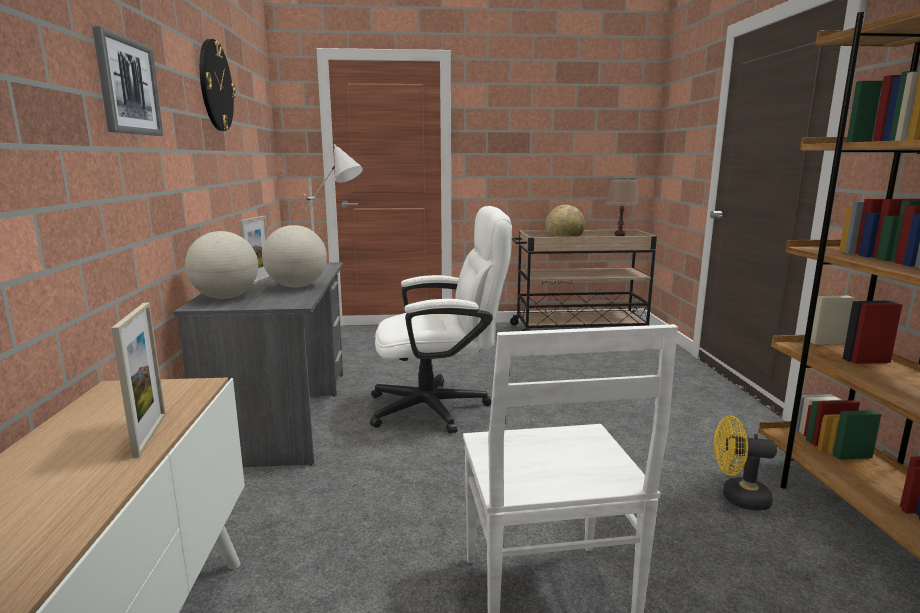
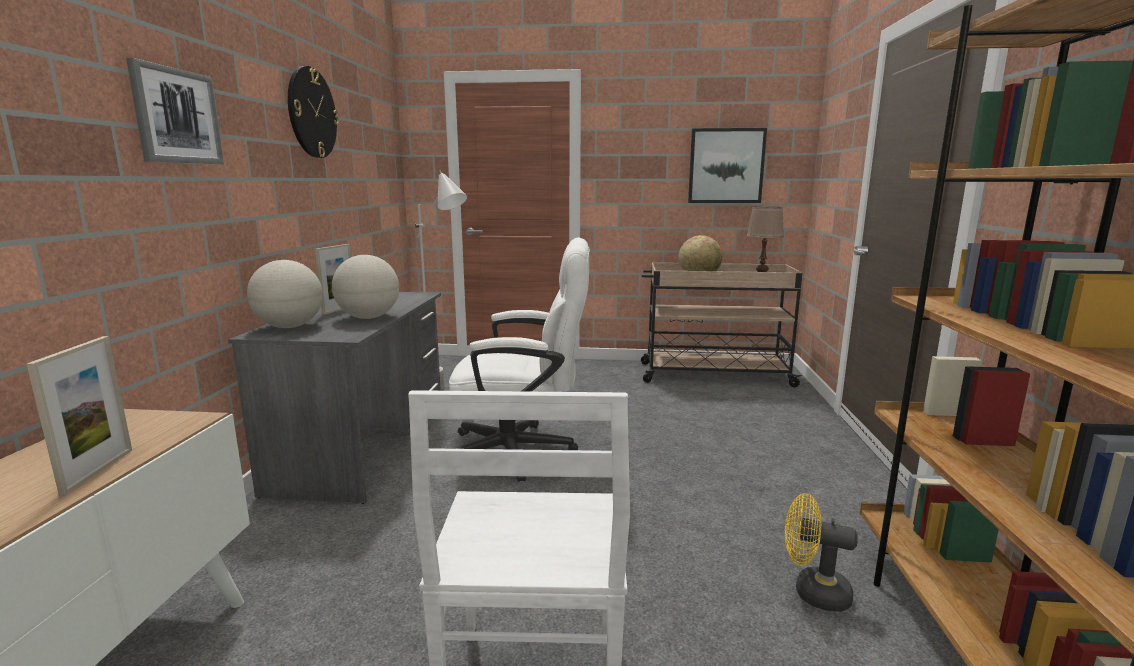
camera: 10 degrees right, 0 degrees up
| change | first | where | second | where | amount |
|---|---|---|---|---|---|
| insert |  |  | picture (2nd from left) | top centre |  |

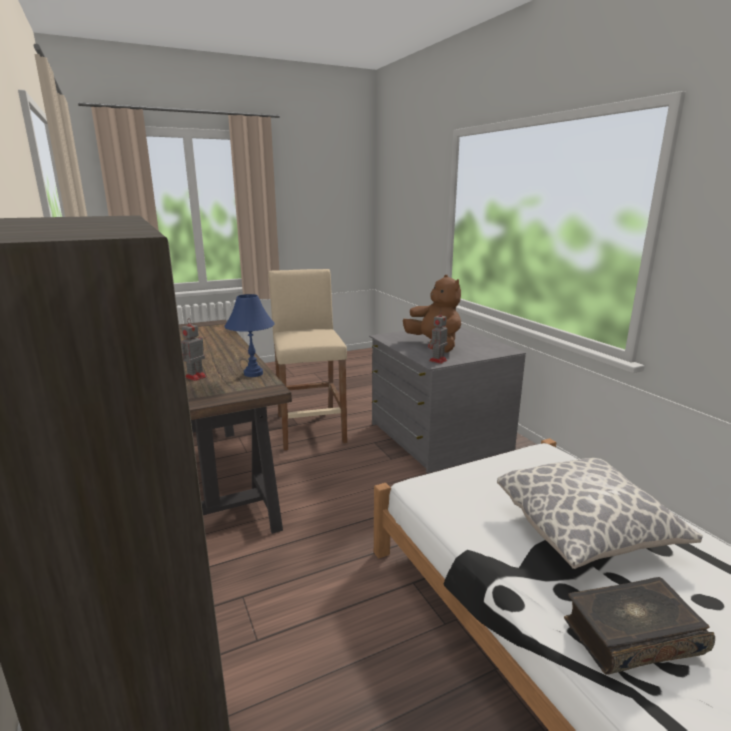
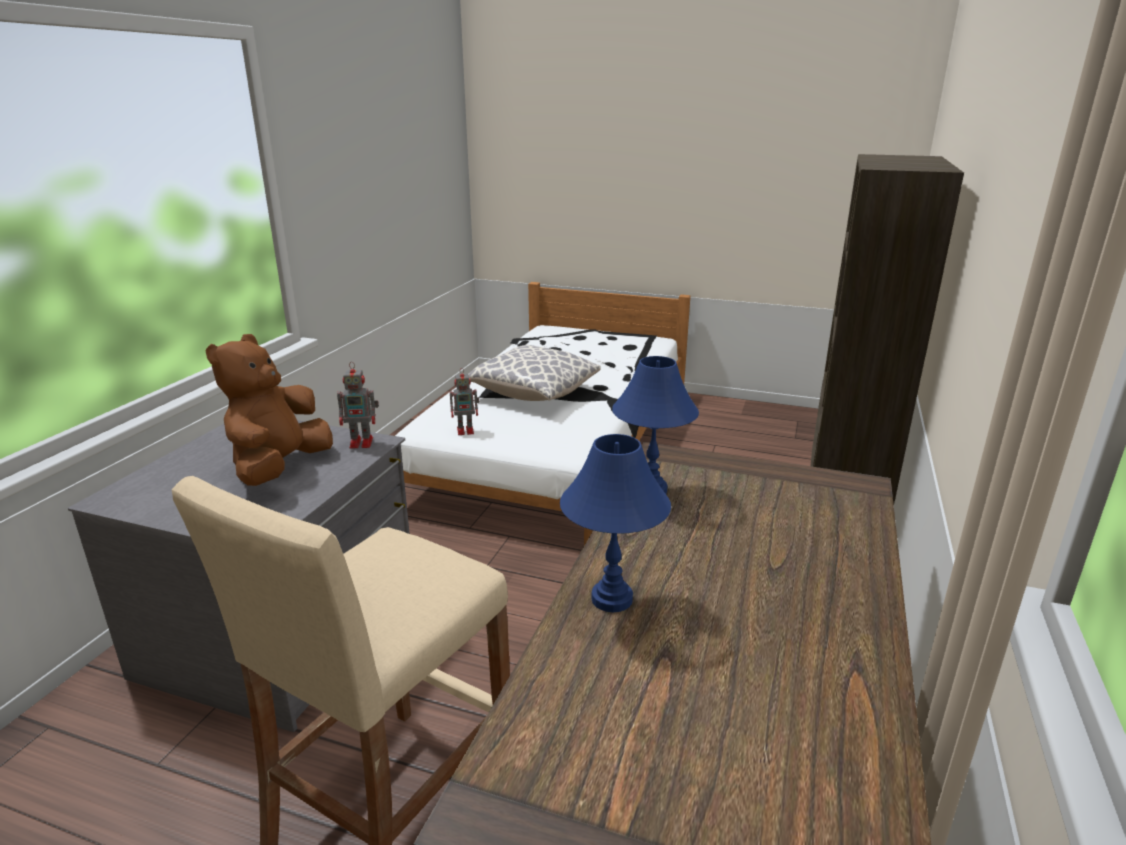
camera: 135 degrees left, 5 degrees up
| change | first | where | second | where | amount |
|---|---|---|---|---|---|
| delete | book | bottom right |  |  |  |
| insert |  |  | blue table lamp (1st from left) | centre |  |
| move | toy robot (1st from left in the first image) | middle left | toy robot (2nd from left) | centre |  |

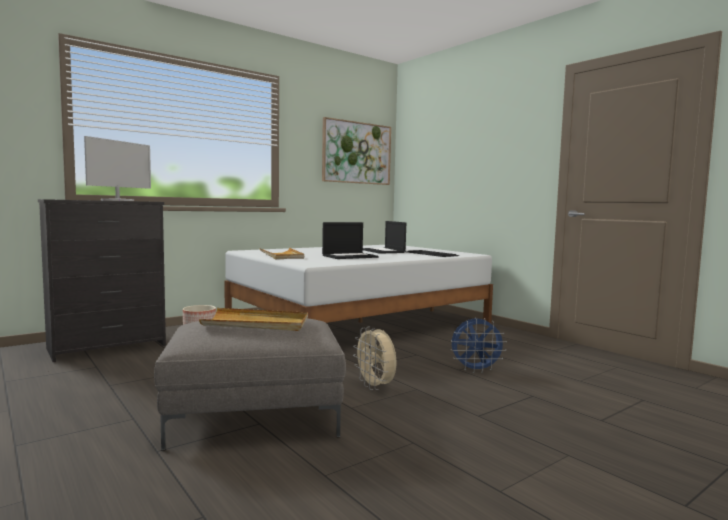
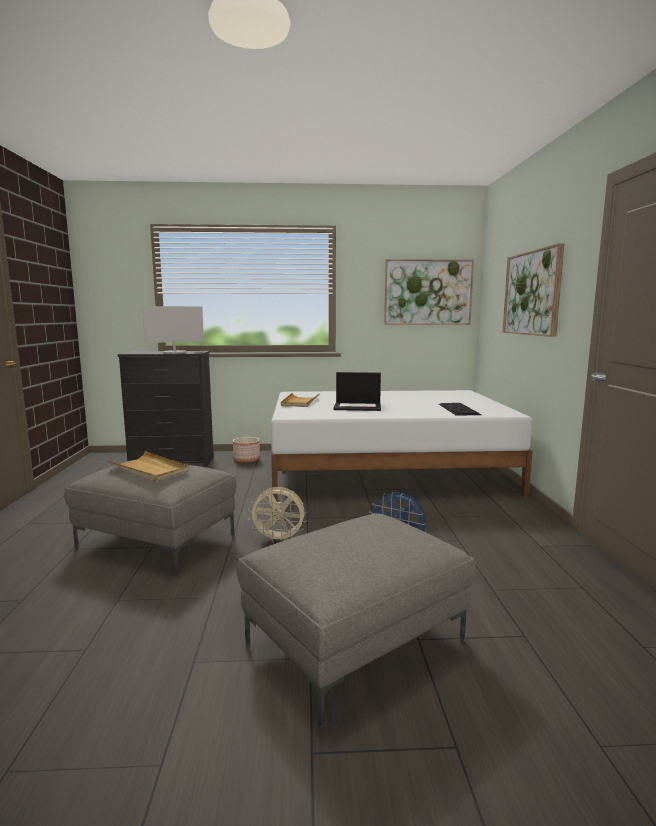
camera: 35 degrees right, 5 degrees up
| change | first | where | second | where | amount |
|---|---|---|---|---|---|
| delete | laptop (2nd from left) | centre |  |  |  |
| insert |  |  | grey ottoman (2nd from left) | bottom centre |  |
| insert |  |  | picture (2nd from left) | middle right |  |
| rotate | beige fan | bottom centre |  | centre | 90 degrees counterclockwise |

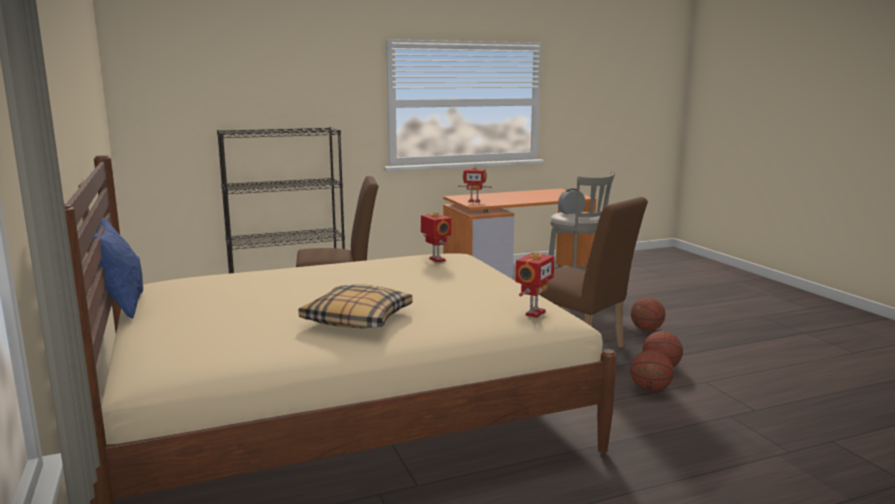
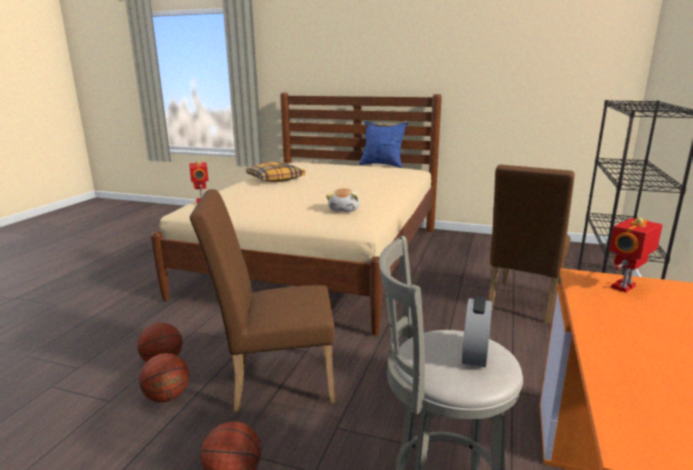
camera: 130 degrees right, 5 degrees up
| change | first | where | second | where | amount |
|---|---|---|---|---|---|
| replace | toy robot (1st from left) | centre | plush toy | centre |  |

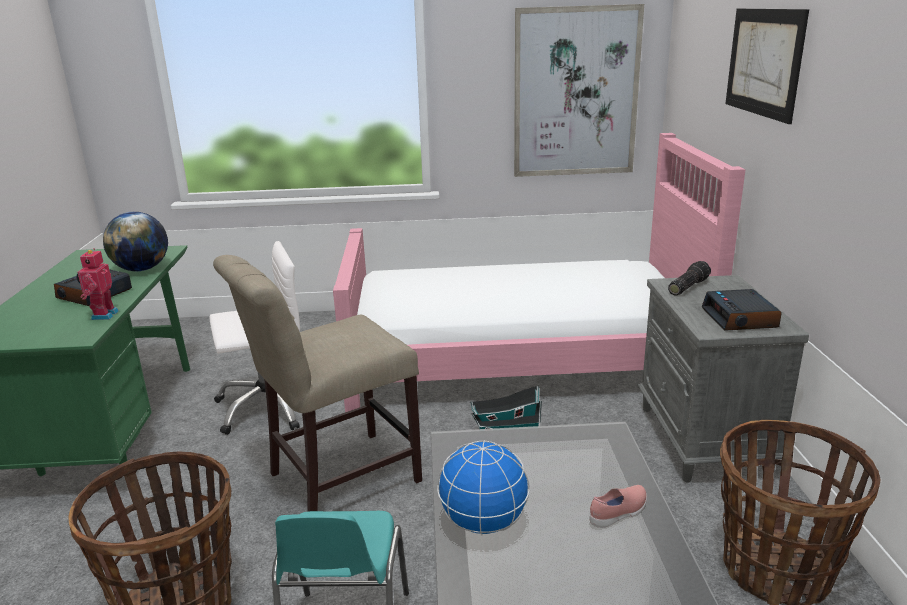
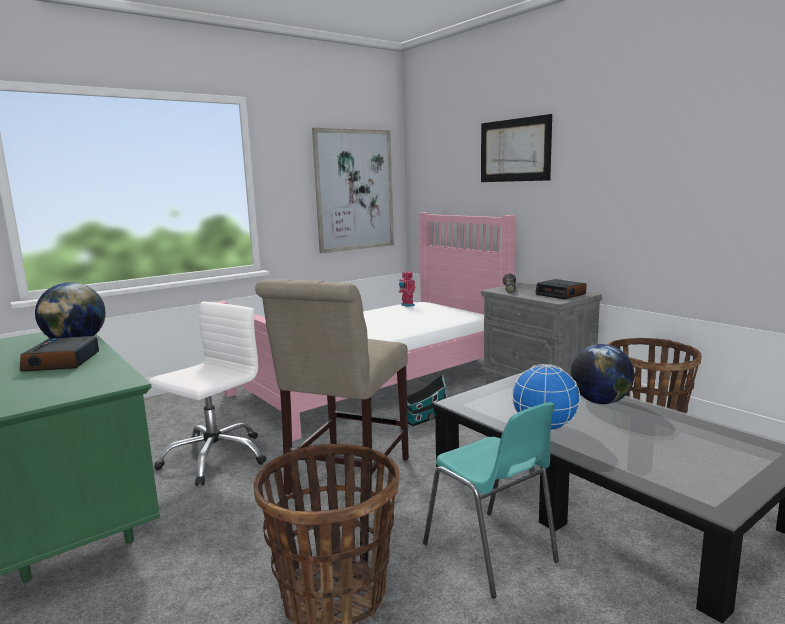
camera: 35 degrees left, 10 degrees down
| change | first | where | second | where | amount |
|---|---|---|---|---|---|
| move | toy robot | middle left |  | centre |  |
| replace | pink shoe | bottom right | globe (3rd from left) | middle right |  |

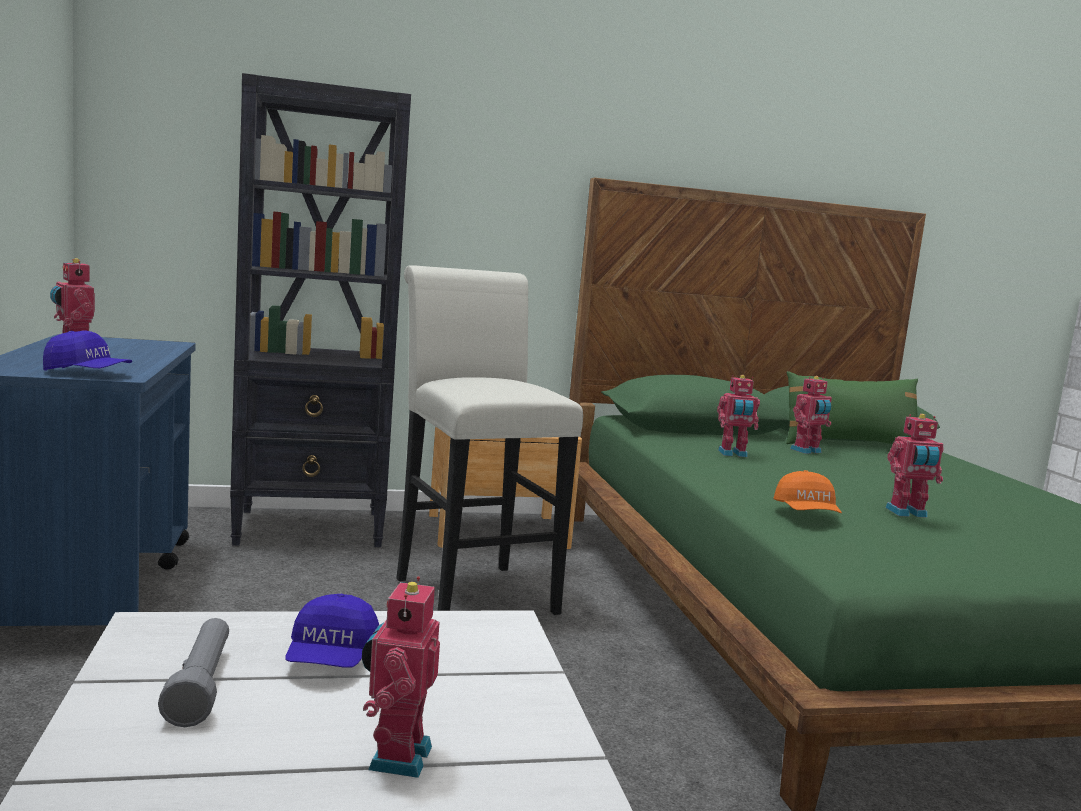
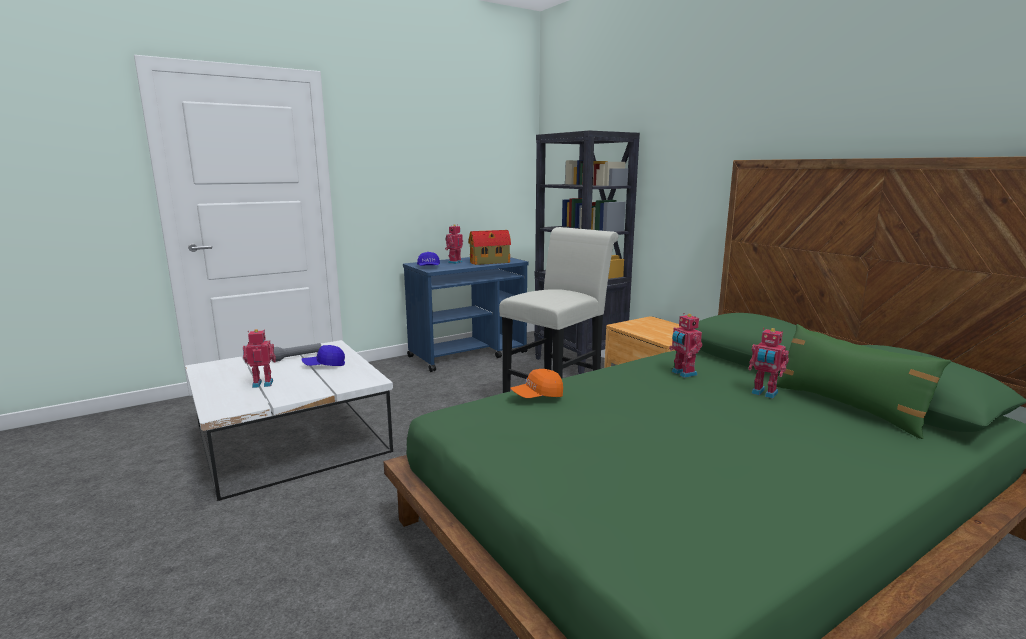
camera: 70 degrees right, 5 degrees up
| change | first | where | second | where | amount |
|---|---|---|---|---|---|
| delete | toy robot (5th from left) | middle right |  |  |  |
| insert |  |  | toy house | centre |  |

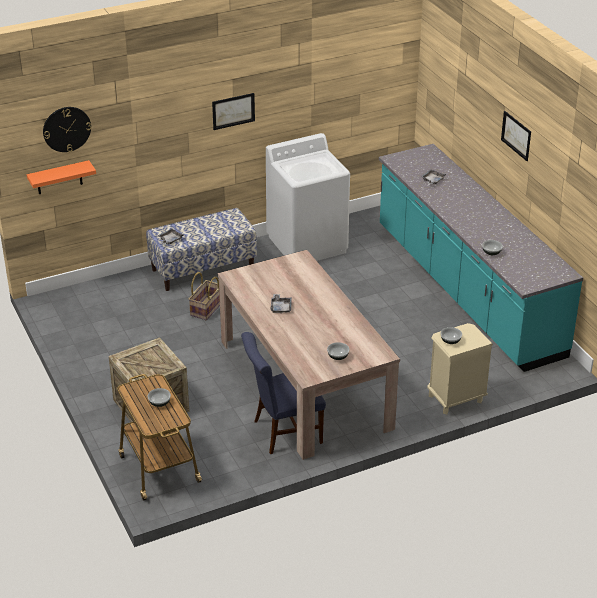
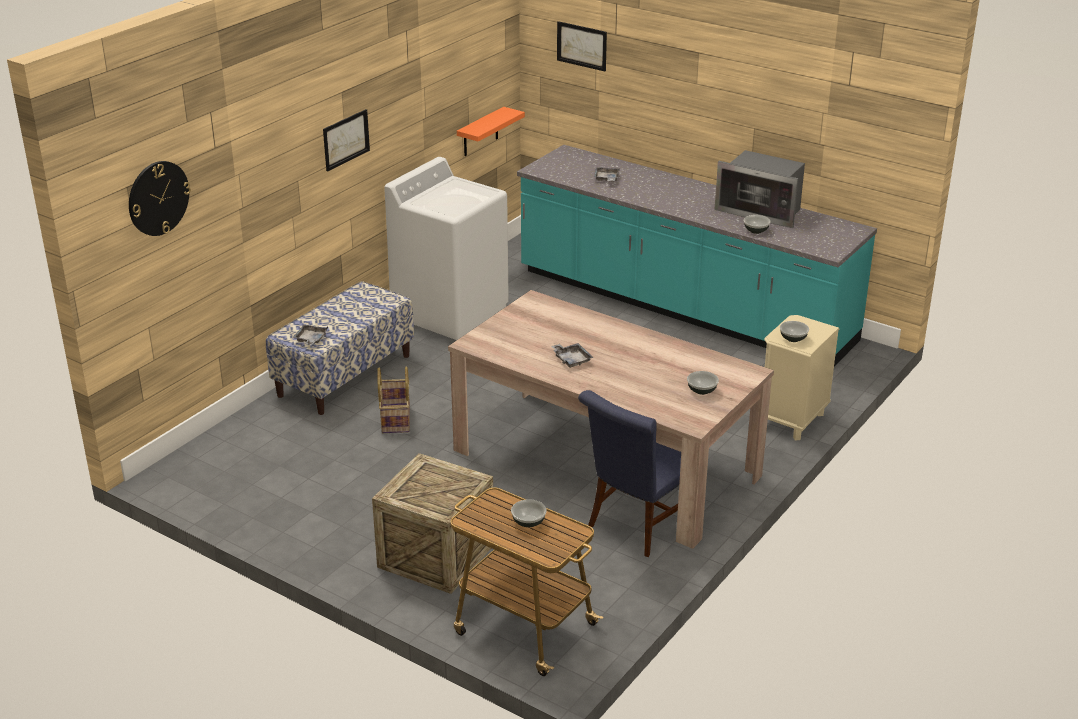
camera: 30 degrees left, 5 degrees down
| change | first | where | second | where | amount |
|---|---|---|---|---|---|
| insert |  |  | microwave | top right |  |
| move | orange shelf | top left |  | top centre |  |
| move | picture (2nd from left) | top right |  | top centre |  |

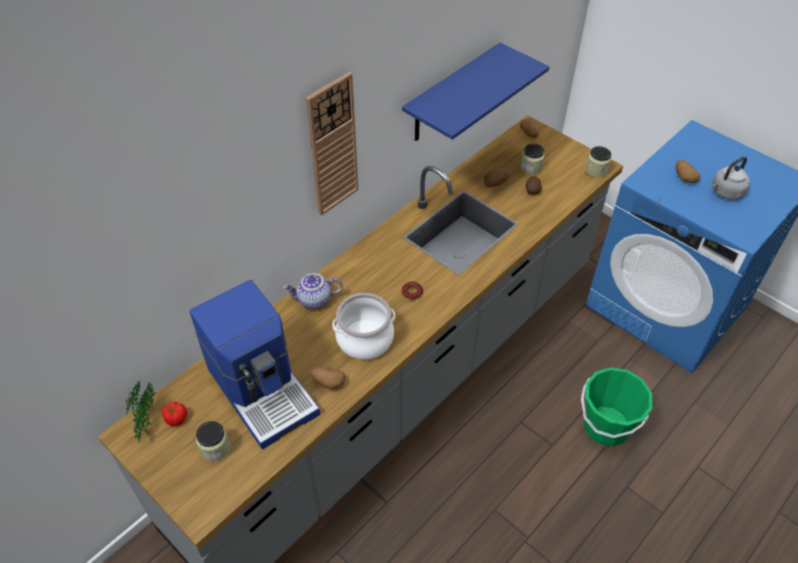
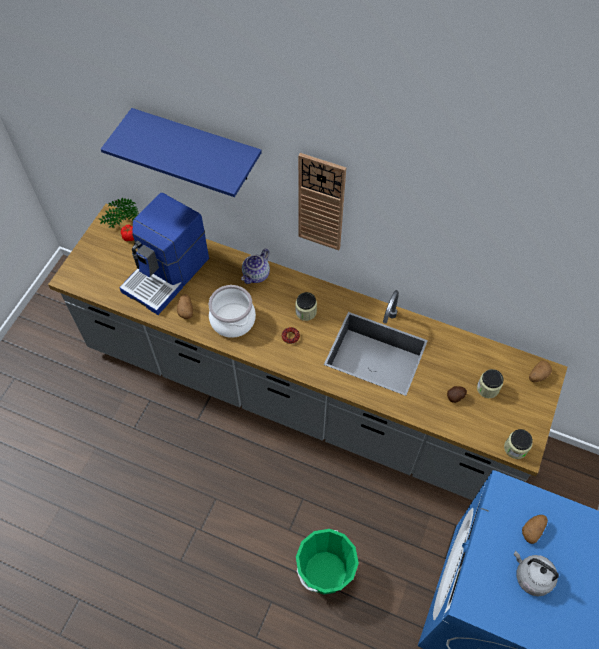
camera: 70 degrees right, 10 degrees up
| change | first | where | second | where | amount |
|---|---|---|---|---|---|
| delete | potato (2nd from left) | top centre |  |  |  |
| move | jar (1st from left) | bottom left |  | centre |  |
| move | blue shelf | top centre |  | top left |  |
| rotate | teapot | centre |  | centre | 120 degrees counterclockwise |

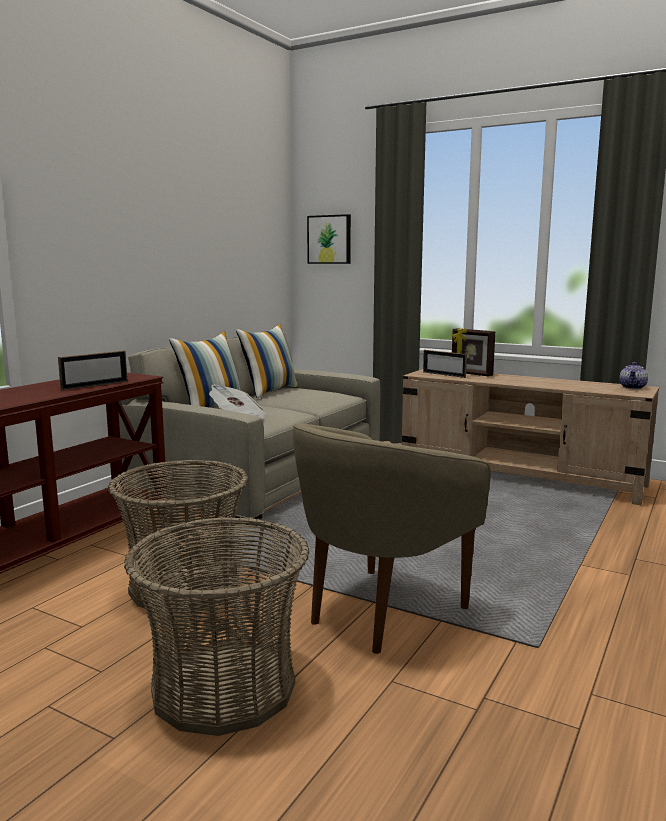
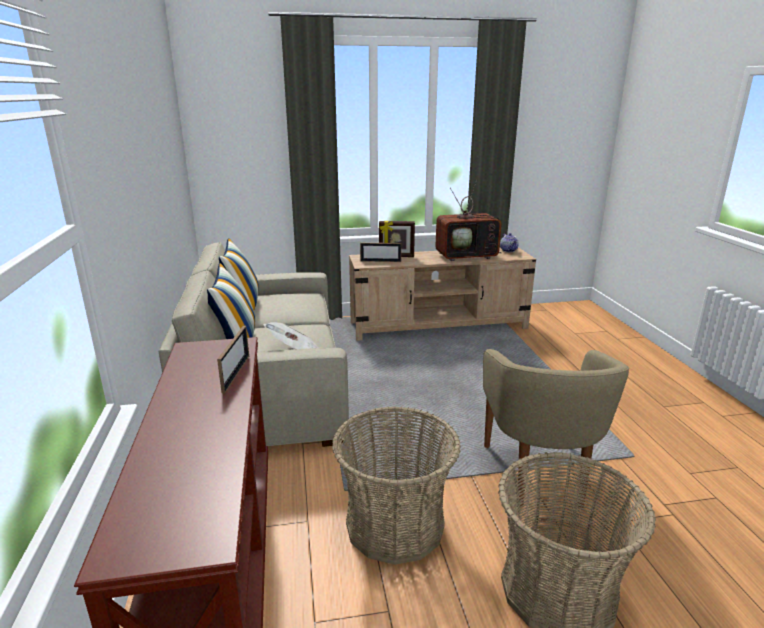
camera: 40 degrees left, 10 degrees up
| change | first | where | second | where | amount |
|---|---|---|---|---|---|
| delete | picture | top centre |  |  |  |
| insert |  |  | television | centre |  |

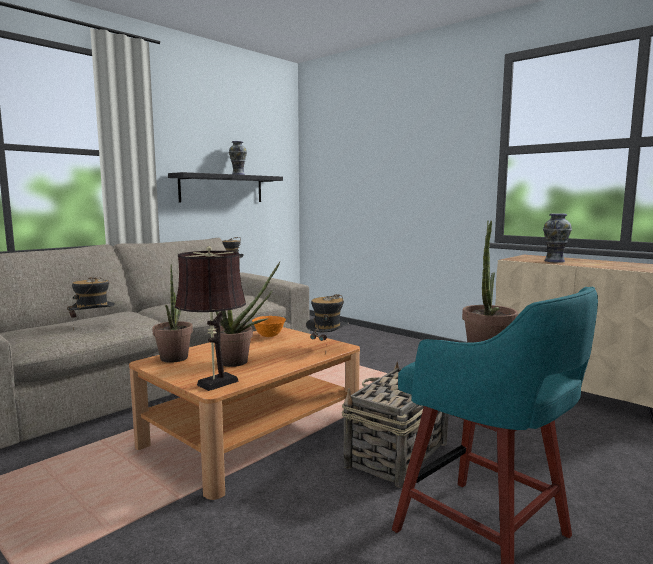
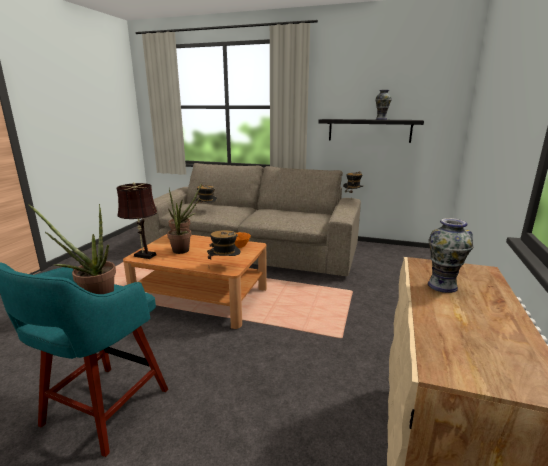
camera: 65 degrees right, 10 degrees up
| change | first | where | second | where | amount |
|---|---|---|---|---|---|
| delete | basket | bottom centre |  |  |  |

